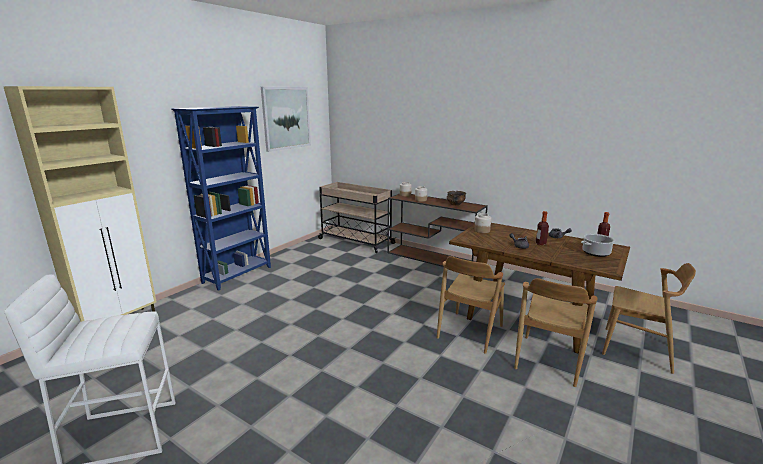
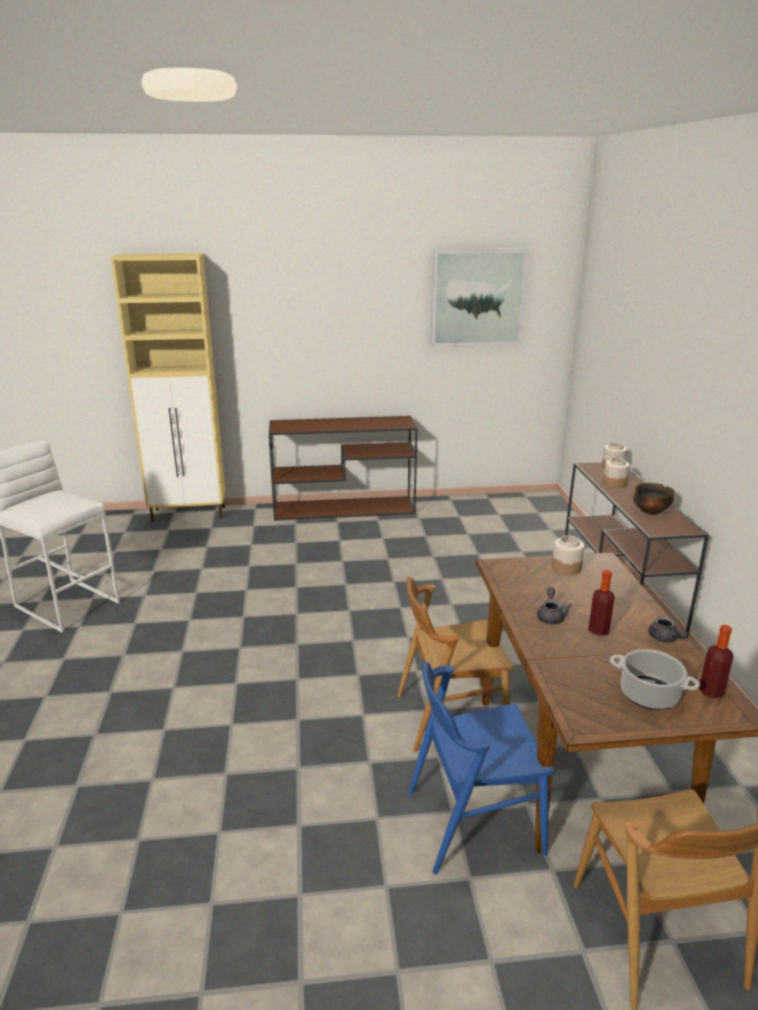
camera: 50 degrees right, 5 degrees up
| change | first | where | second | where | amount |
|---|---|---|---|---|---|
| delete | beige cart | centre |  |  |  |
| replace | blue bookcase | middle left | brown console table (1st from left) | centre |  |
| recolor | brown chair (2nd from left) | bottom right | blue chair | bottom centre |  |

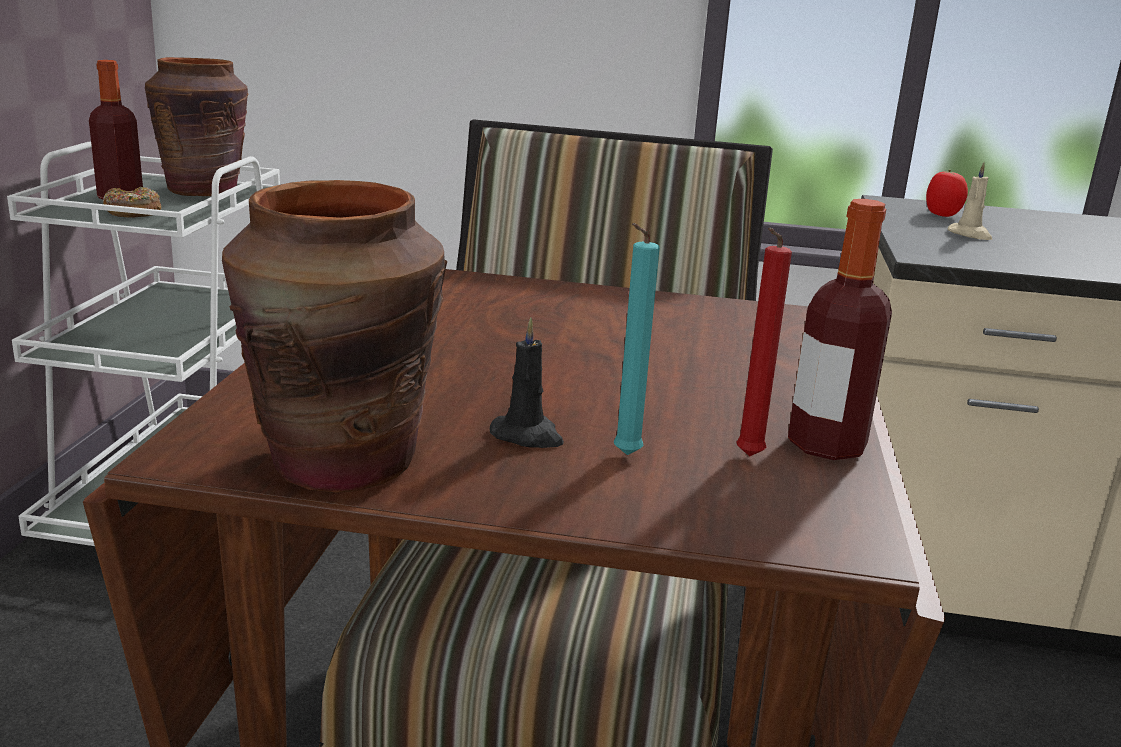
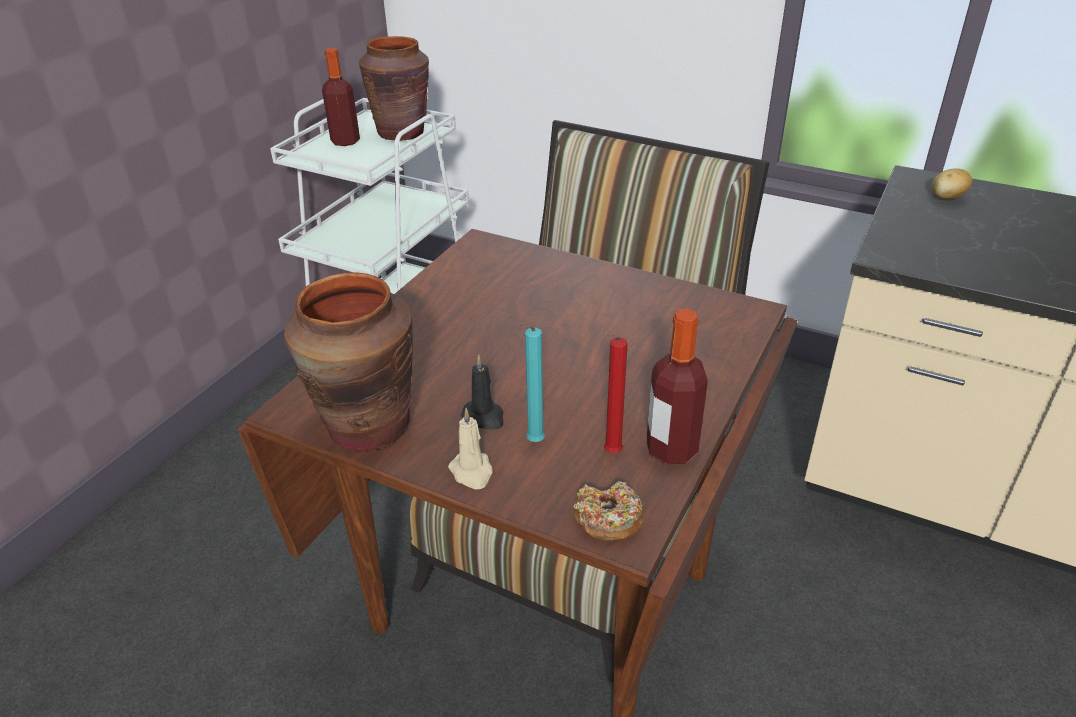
camera: 20 degrees right, 15 degrees up
| change | first | where | second | where | amount |
|---|---|---|---|---|---|
| move | donut | top left |  | bottom centre |  |
| move | beige candle | top right |  | centre |  |
| replace | tomato | top right | potato | top right |  |

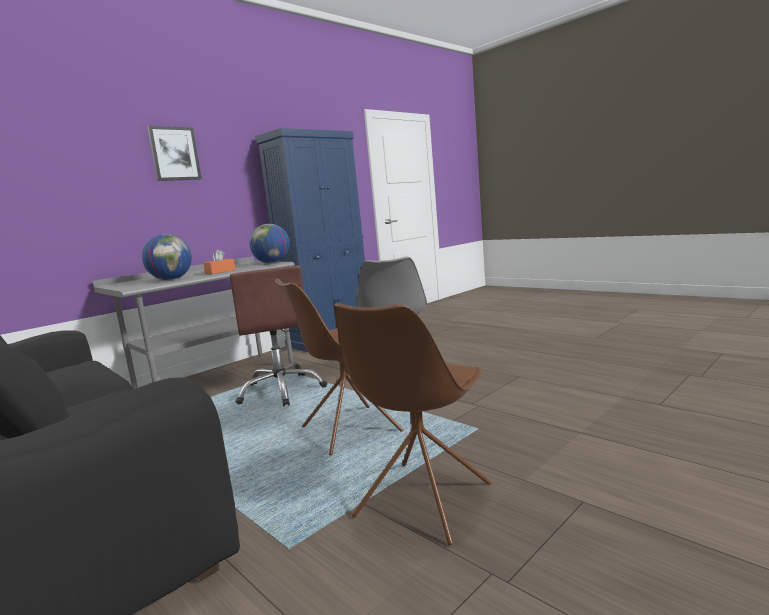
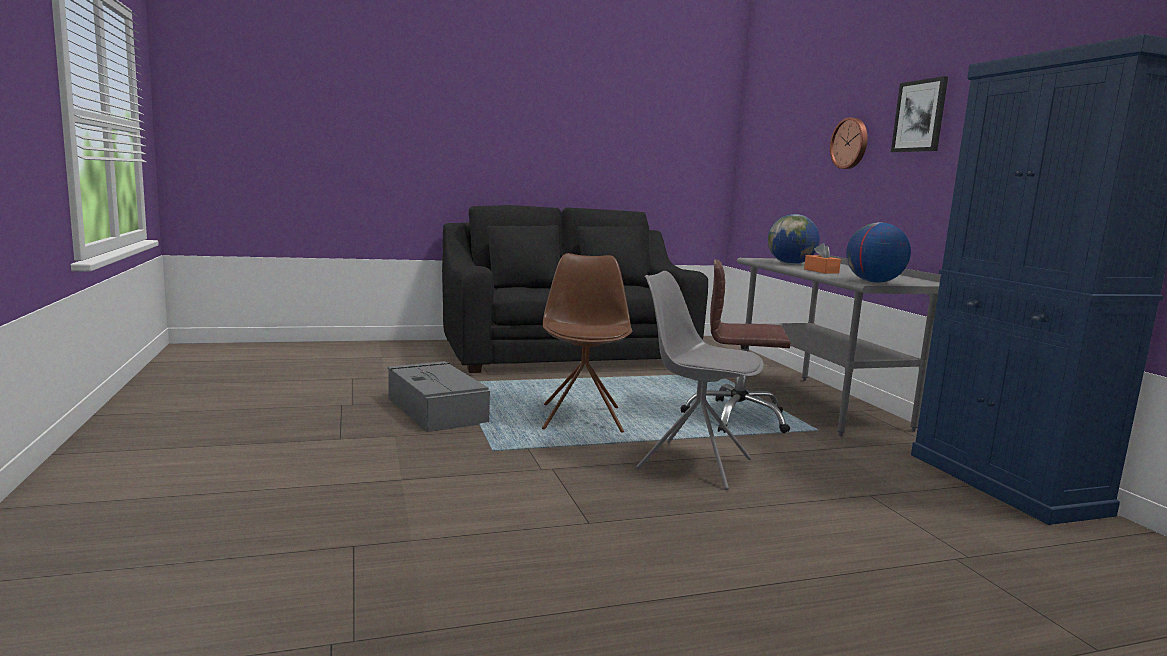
camera: 115 degrees right, 0 degrees up
| change | first | where | second | where | amount |
|---|---|---|---|---|---|
| insert |  |  | wall clock | top right |  |
| replace | brown chair (2nd from left) | bottom centre | grey storage box | centre |  |

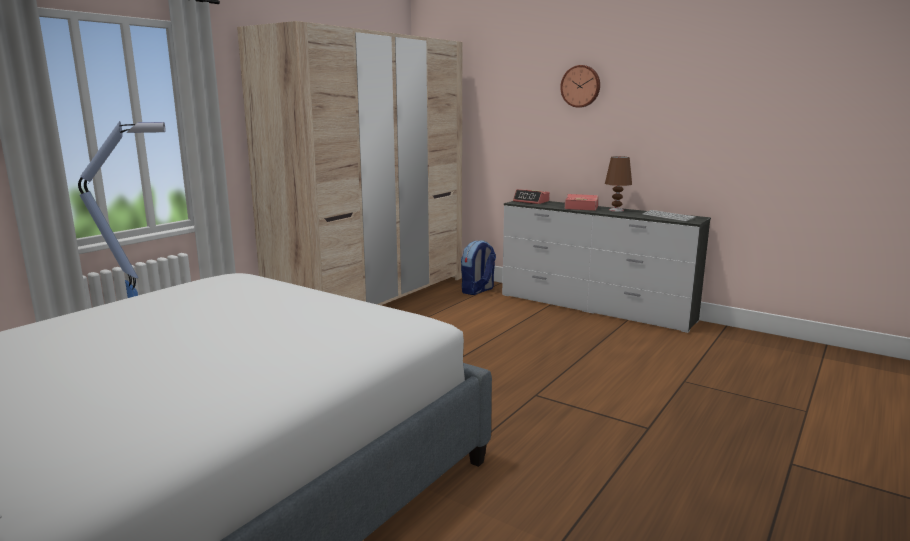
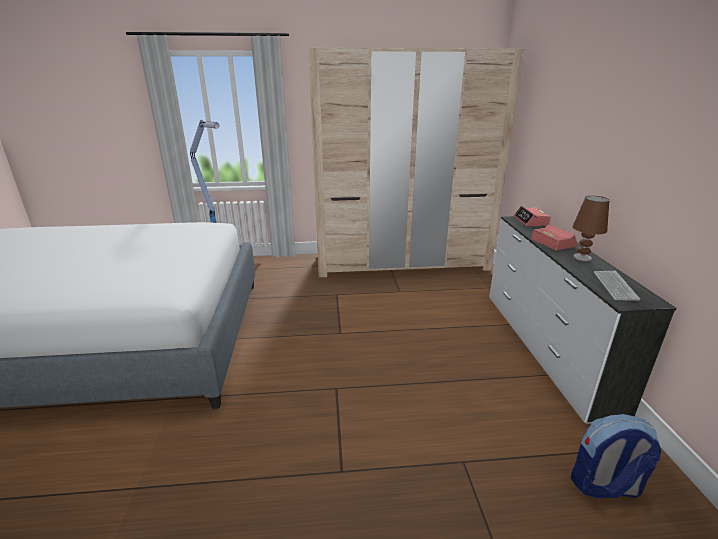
camera: 50 degrees right, 10 degrees up
| change | first | where | second | where | amount |
|---|---|---|---|---|---|
| delete | wall clock | top centre |  |  |  |
| move | backpack | centre |  | bottom right |  |

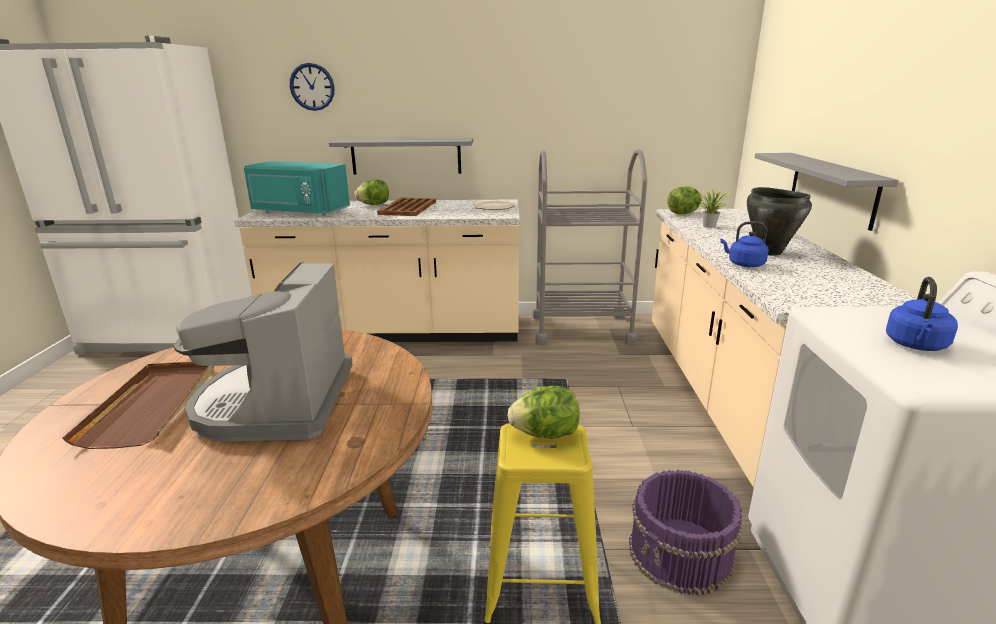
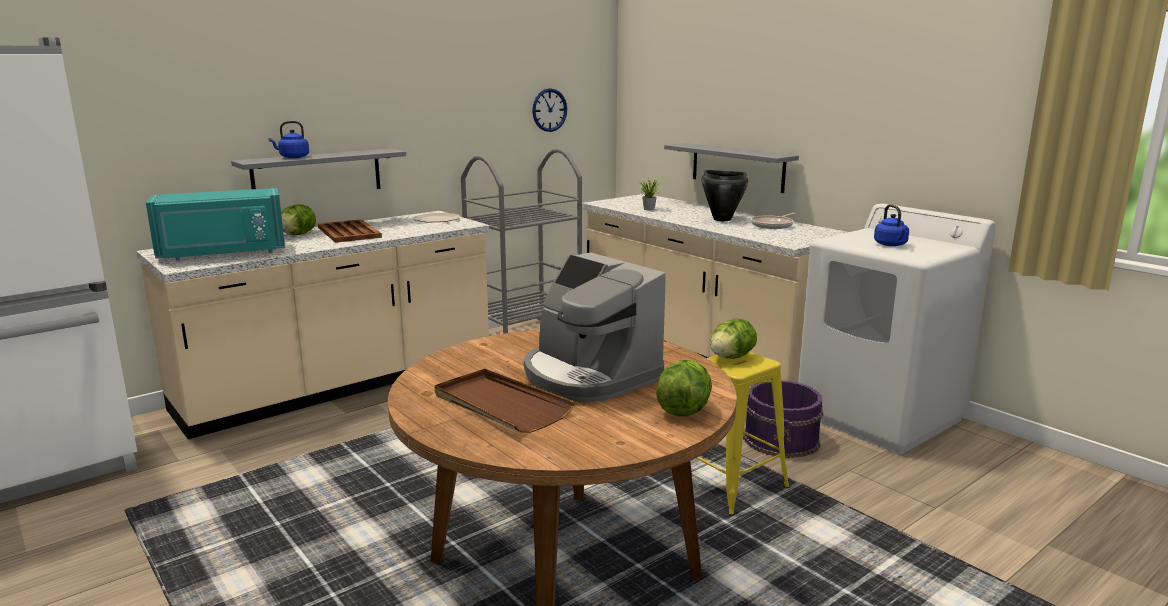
camera: 40 degrees left, 5 degrees down
| change | first | where | second | where | amount |
|---|---|---|---|---|---|
| insert |  |  | frying pan | centre |  |
| move | wall clock | top left |  | top centre |  |
| move | lettuce (3rd from left in the first image) | top right | lettuce (2nd from left) | centre |  |
| move | blue kettle (1st from left) | middle right |  | top left |  |

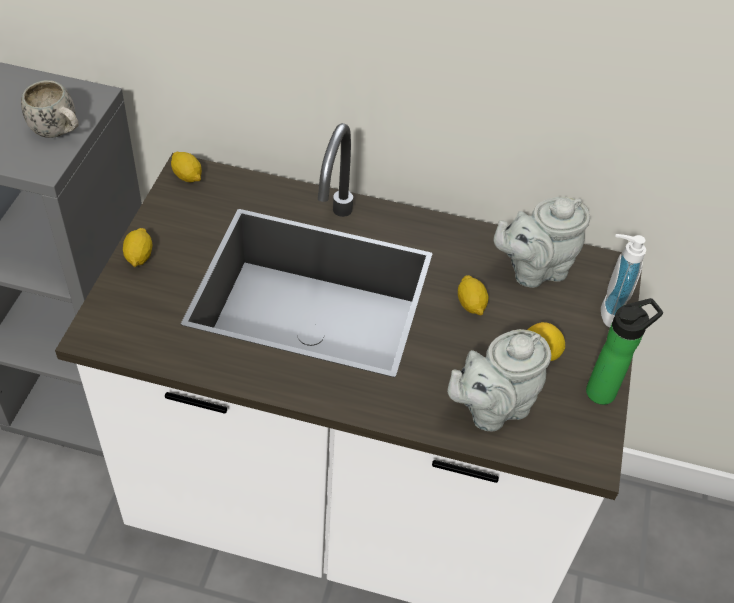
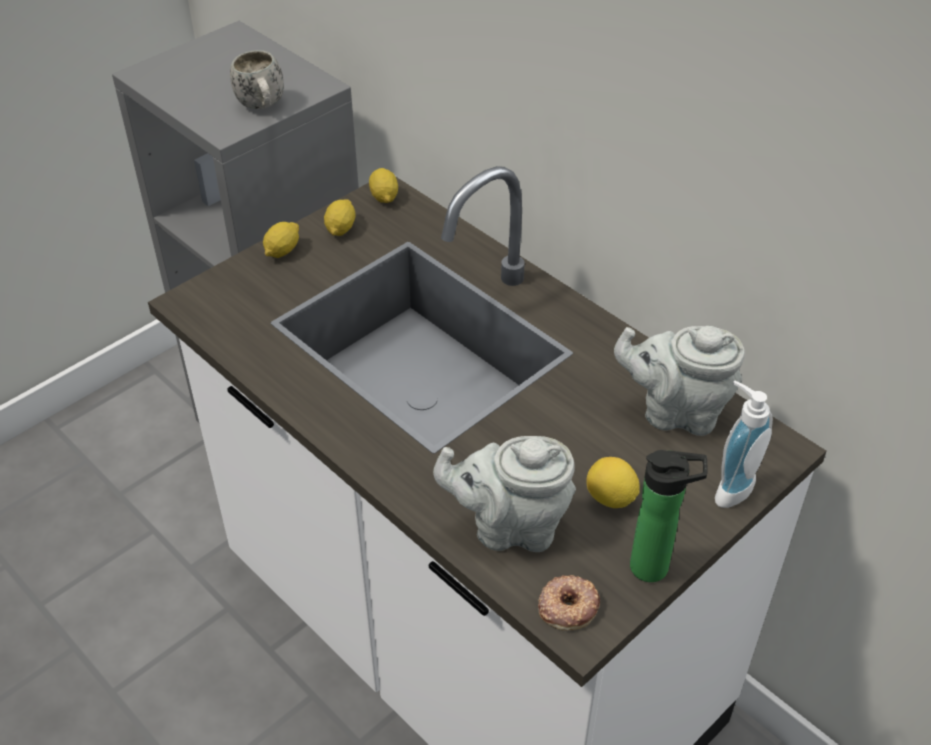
camera: 35 degrees right, 5 degrees down
| change | first | where | second | where | amount |
|---|---|---|---|---|---|
| insert |  |  | donut | bottom centre |  |
| move | lemon (3rd from left in the first image) | centre | lemon (2nd from left) | top centre |  |

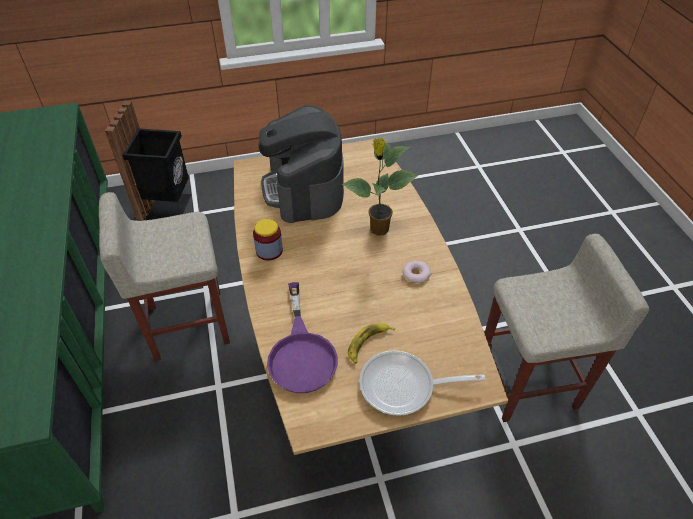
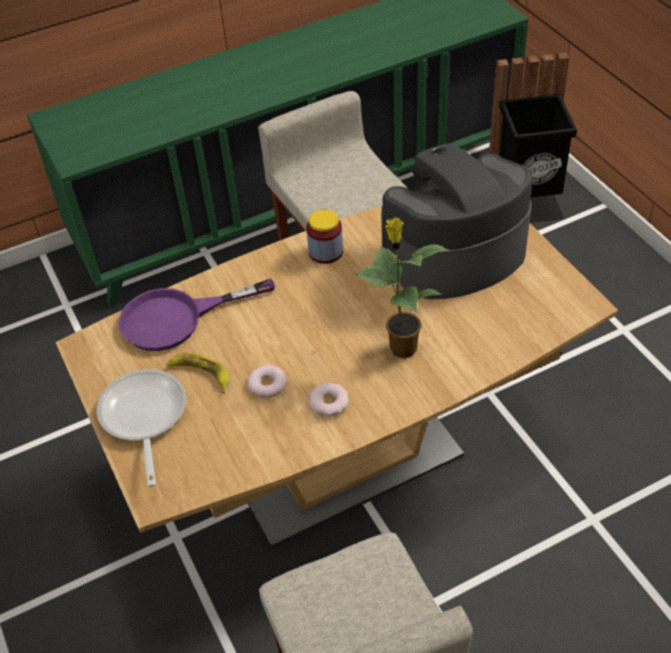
camera: 80 degrees right, 0 degrees up
| change | first | where | second | where | amount |
|---|---|---|---|---|---|
| insert |  |  | donut (1st from left) | centre |  |

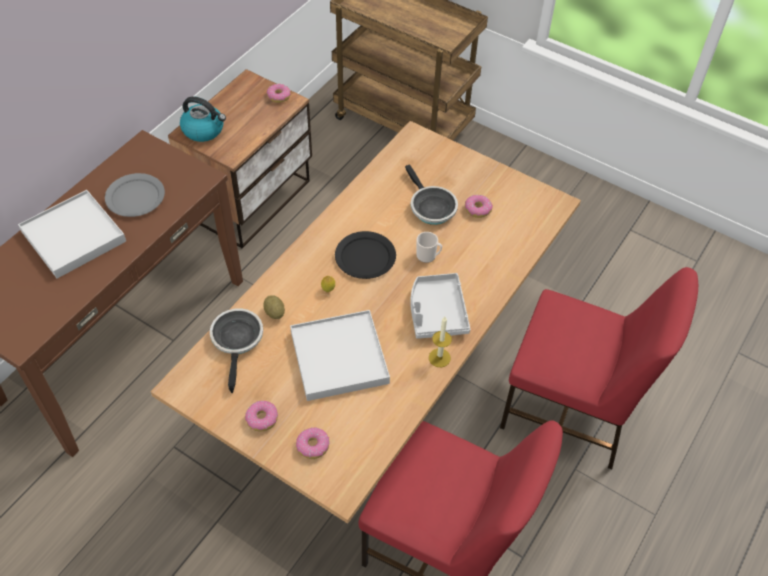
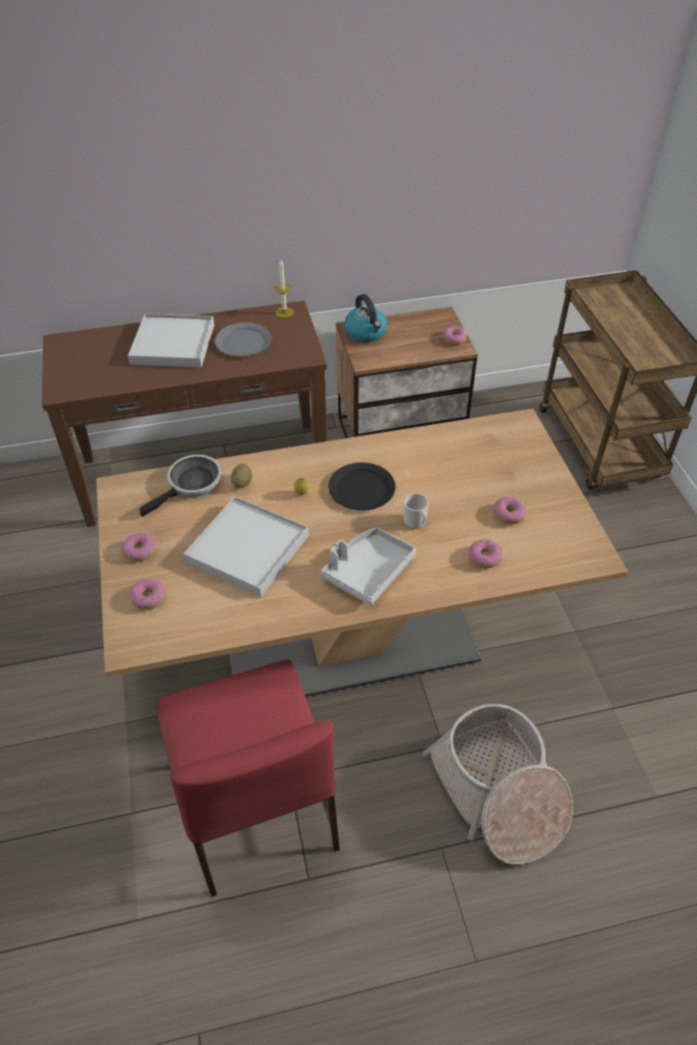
camera: 45 degrees right, 5 degrees down
| change | first | where | second | where | amount |
|---|---|---|---|---|---|
| delete | frying pan (2nd from left) | centre |  |  |  |
| insert |  |  | donut (4th from left) | middle right |  |
| move | candle | centre |  | top centre |  |
| replace | red chair (2nd from left) | middle right | basket | bottom right |  |

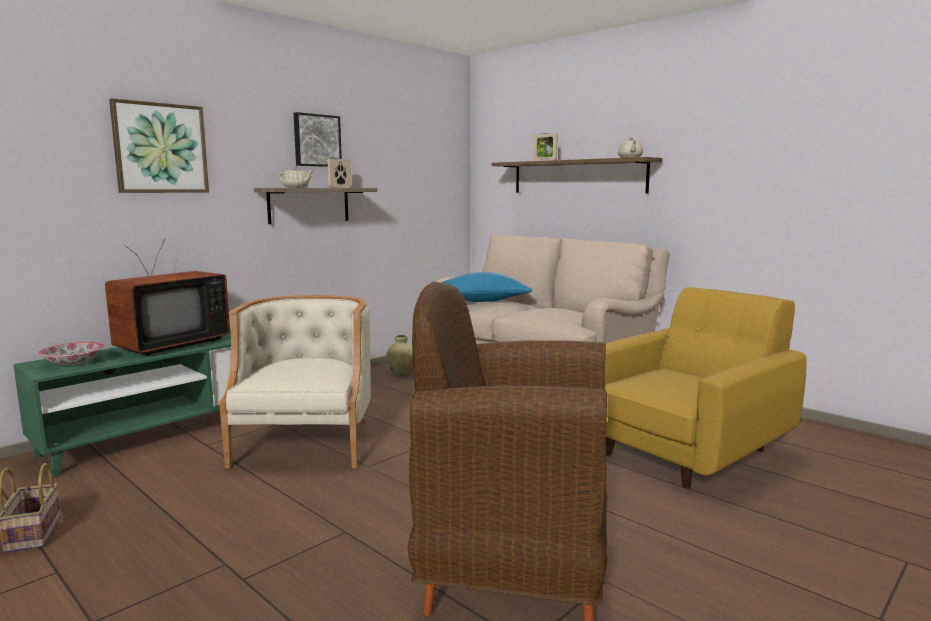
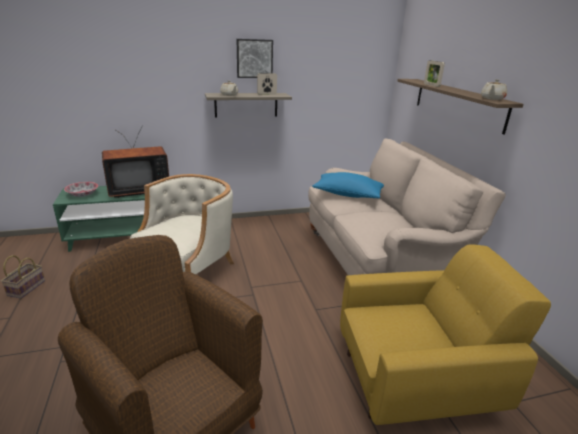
camera: 30 degrees right, 15 degrees up
| change | first | where | second | where | amount |
|---|---|---|---|---|---|
| delete | picture (1st from left) | top left |  |  |  |
| delete | beige vase | centre |  |  |  |

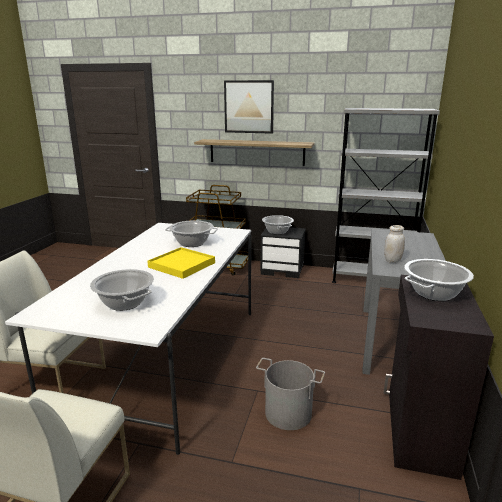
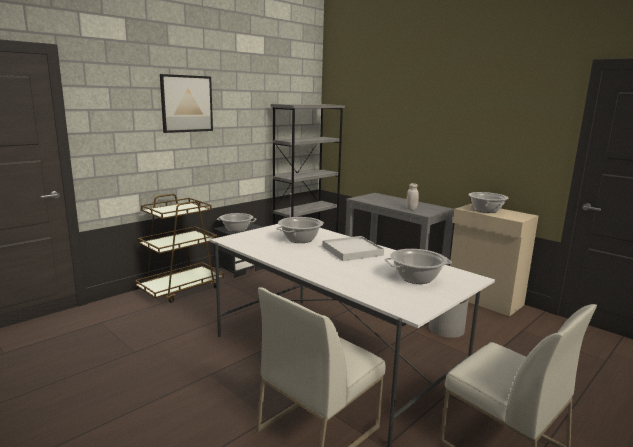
camera: 60 degrees left, 5 degrees down
| change | first | where | second | where | amount |
|---|---|---|---|---|---|
| delete | shelf | top centre |  |  |  |
| recolor | yellow tray | centre | white tray | centre |  |
| recolor | black cabinet | bottom right | beige cabinet | middle right |  |

